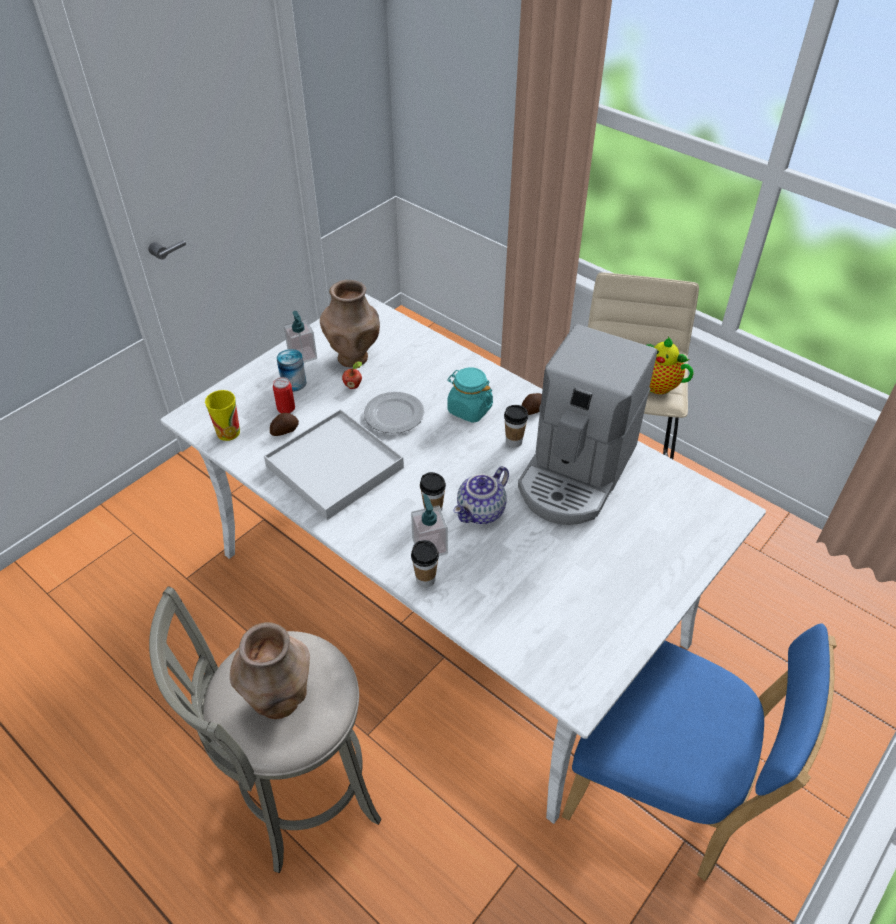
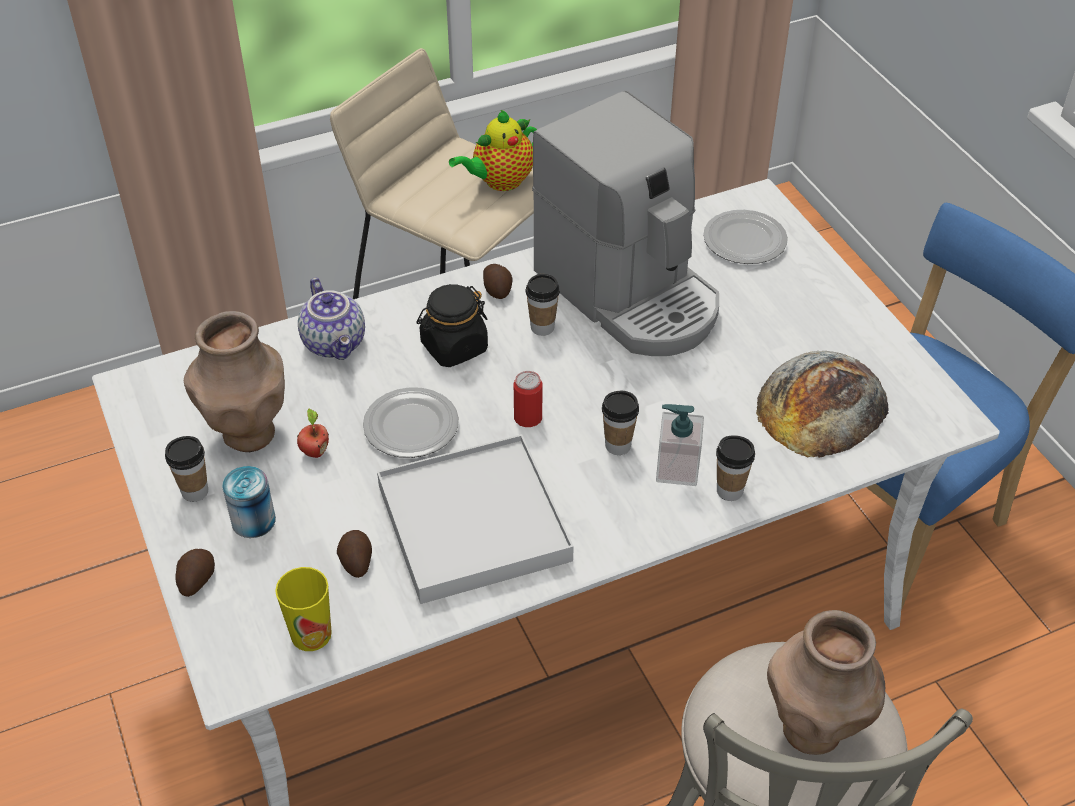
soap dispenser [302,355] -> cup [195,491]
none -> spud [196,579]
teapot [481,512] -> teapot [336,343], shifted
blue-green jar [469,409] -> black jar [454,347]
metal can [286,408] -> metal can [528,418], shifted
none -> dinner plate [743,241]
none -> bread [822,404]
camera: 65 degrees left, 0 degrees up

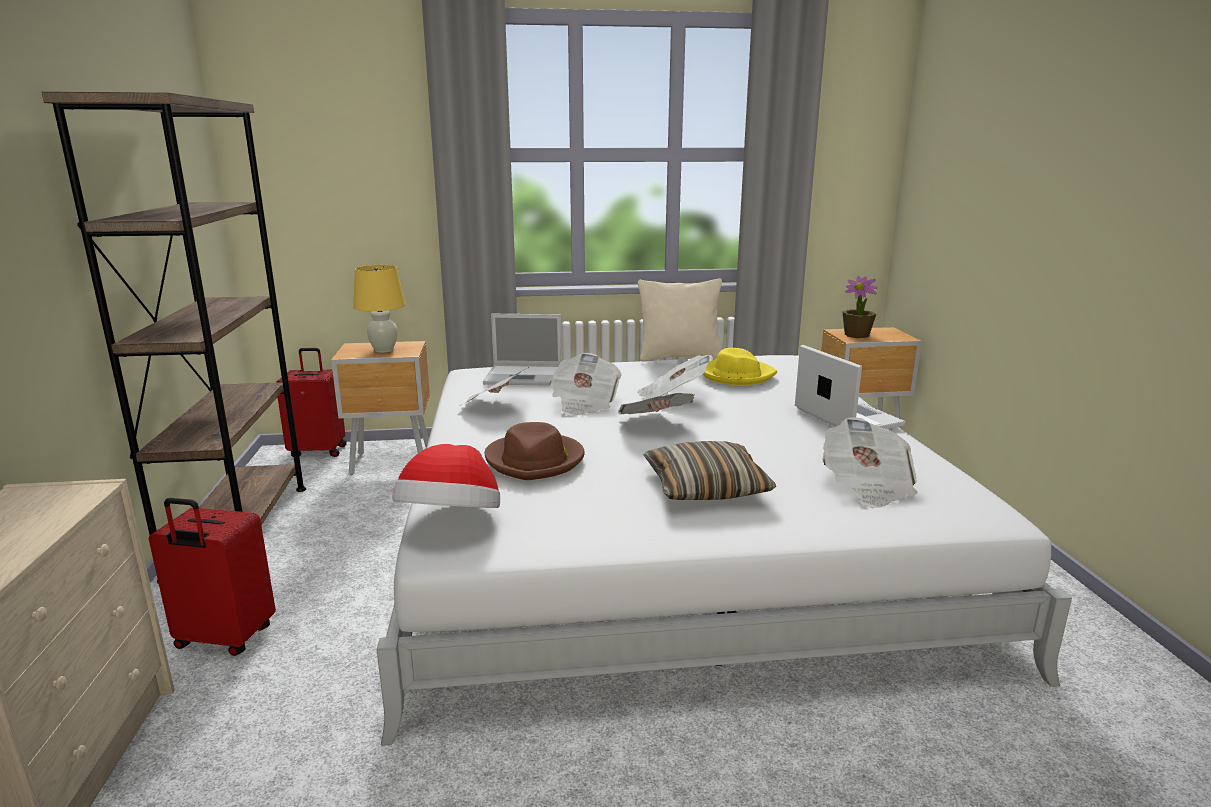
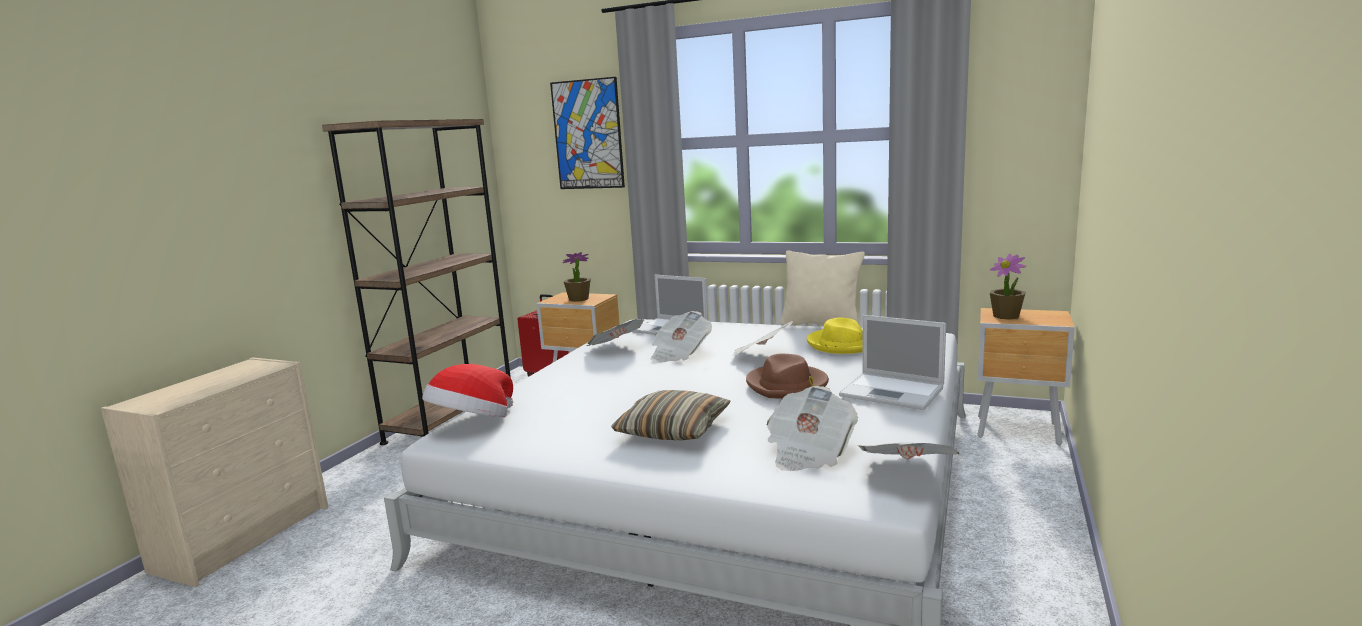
none -> picture [587,134]
yellowish tabletop lamp [384,350] -> houseplant [578,299]
brown wearable hat [535,460] -> brown wearable hat [787,385], shifted
notebook computer [846,416] -> notebook computer [894,392], 120 degrees clockwise
printed paper [655,425] -> printed paper [907,474], shifted
red piece of luggage [224,639] -> none
camera: 30 degrees right, 5 degrees down

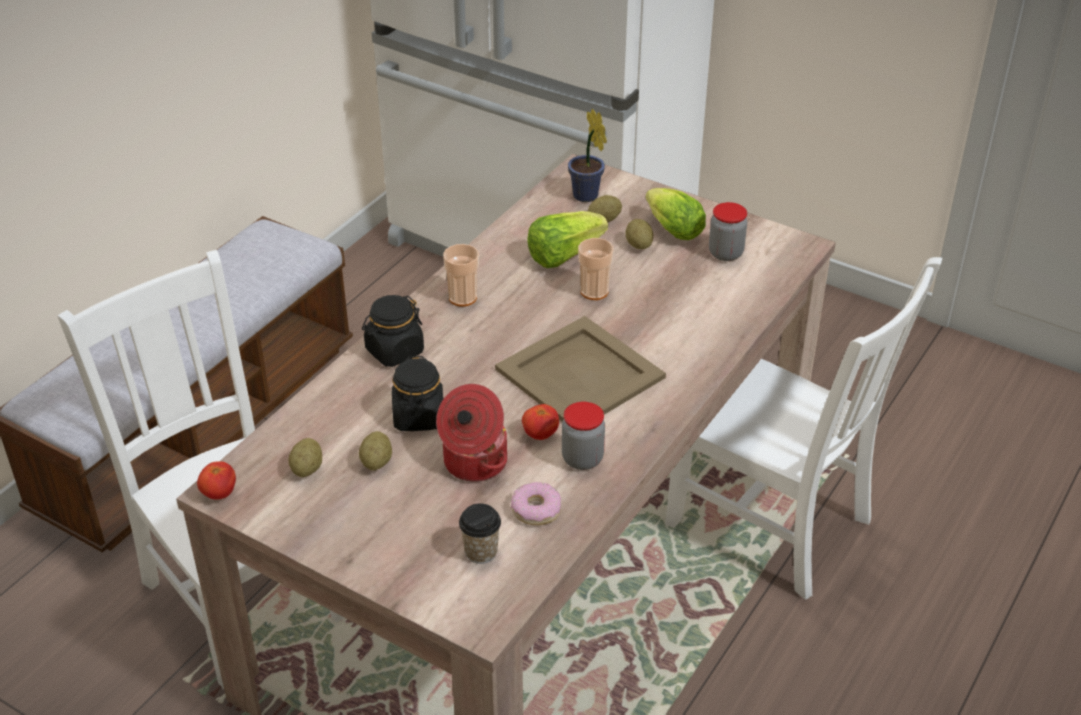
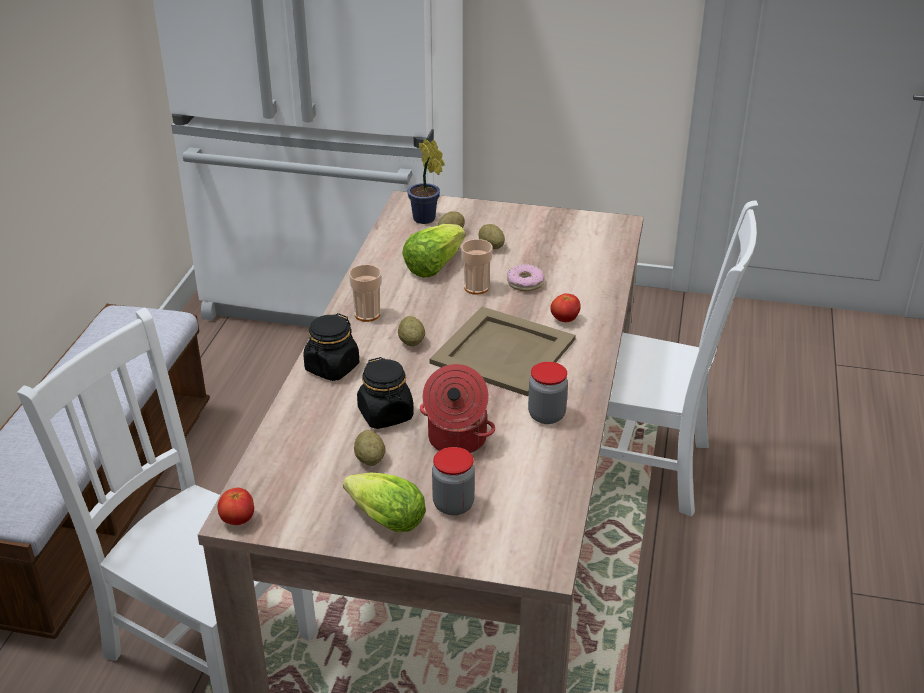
lettuce [671,229] -> lettuce [382,518], shifted
spud [307,469] -> spud [411,342], shifted
jar [725,253] -> jar [453,505], shifted
ring doughnut [536,509] -> ring doughnut [525,283], shifted
fresh tomato [540,434] -> fresh tomato [564,319], shifted
cup [481,552] -> none
camera: 20 degrees left, 5 degrees down

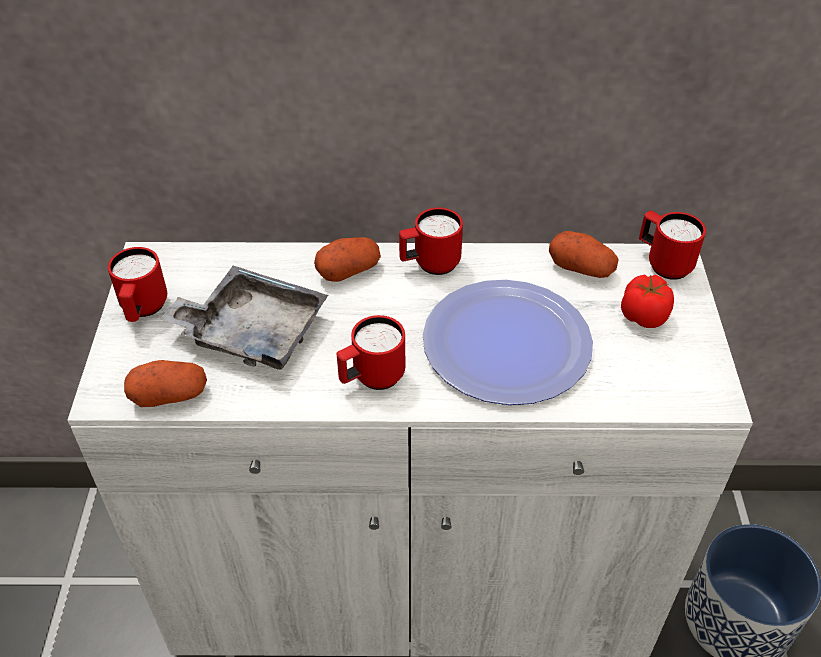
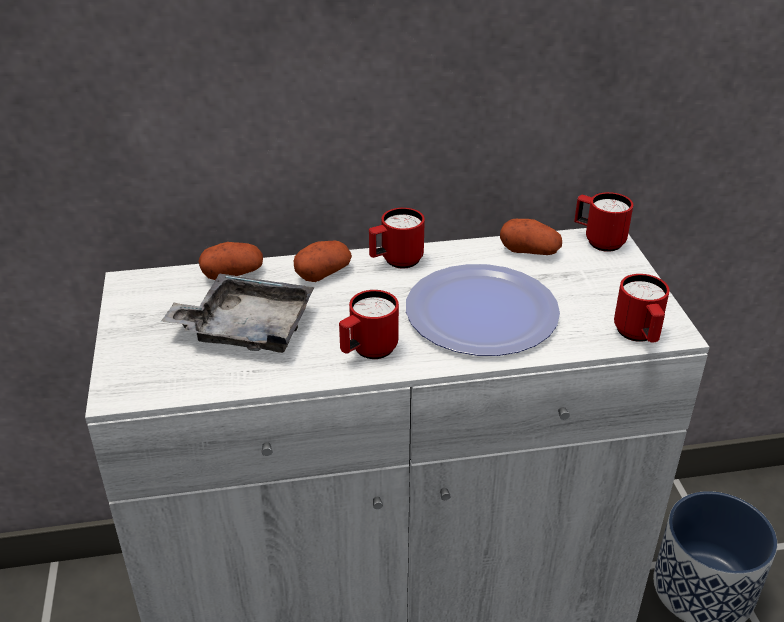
spud [169,395] -> spud [233,274], shifted
red coffee mug [143,310] -> red coffee mug [639,336], shifted
fresh tomato [644,315] -> none
camera: 10 degrees left, 10 degrees down

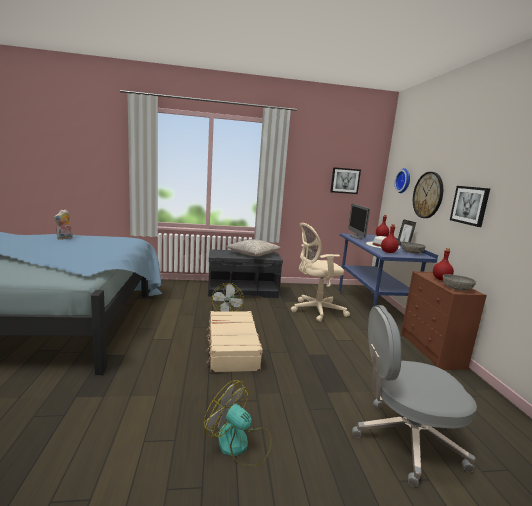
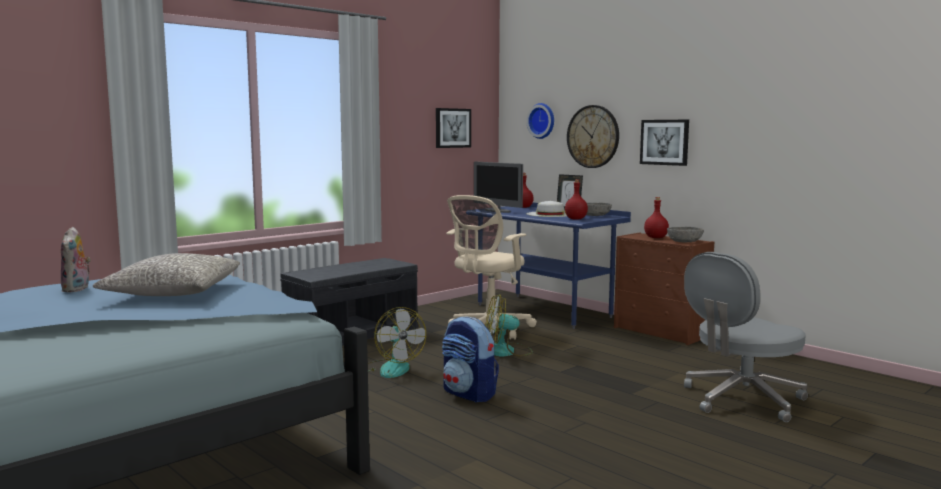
grey throw pillow [253,254] -> grey throw pillow [173,292], shifted
beige-coloured piece of luggage [231,348] -> rucksack [469,394]
cooling fan [240,444] -> cooling fan [506,351], shifted
camera: 35 degrees left, 5 degrees down

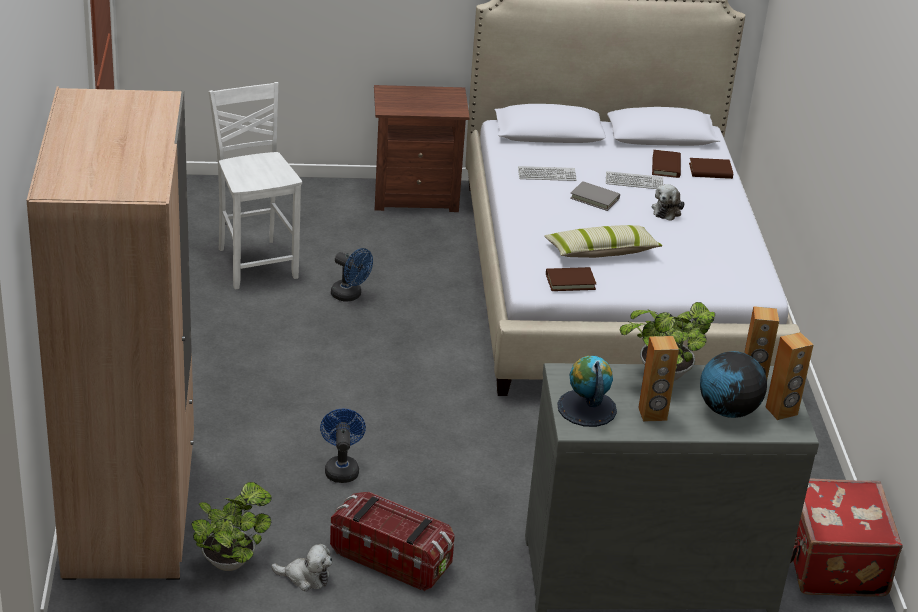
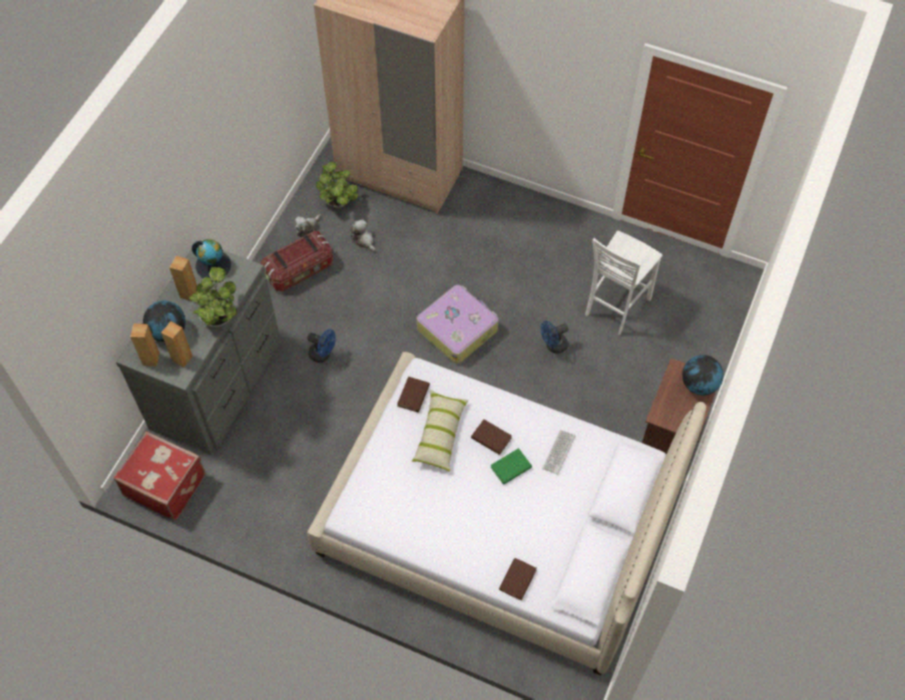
blue cooling fan [341,468] -> blue cooling fan [323,354], shifted
soft toy [667,210] -> soft toy [363,240], shifted
none -> piece of luggage [457,329]
brown book [666,166] -> brown book [491,438], shifted
grey book [594,198] -> greenish book [511,467]
white-coloured chair [256,262] -> white-coloured chair [615,307], 120 degrees clockwise
none -> globe [699,385]
PC keyboard [634,181] -> none
camera: 120 degrees right, 25 degrees up

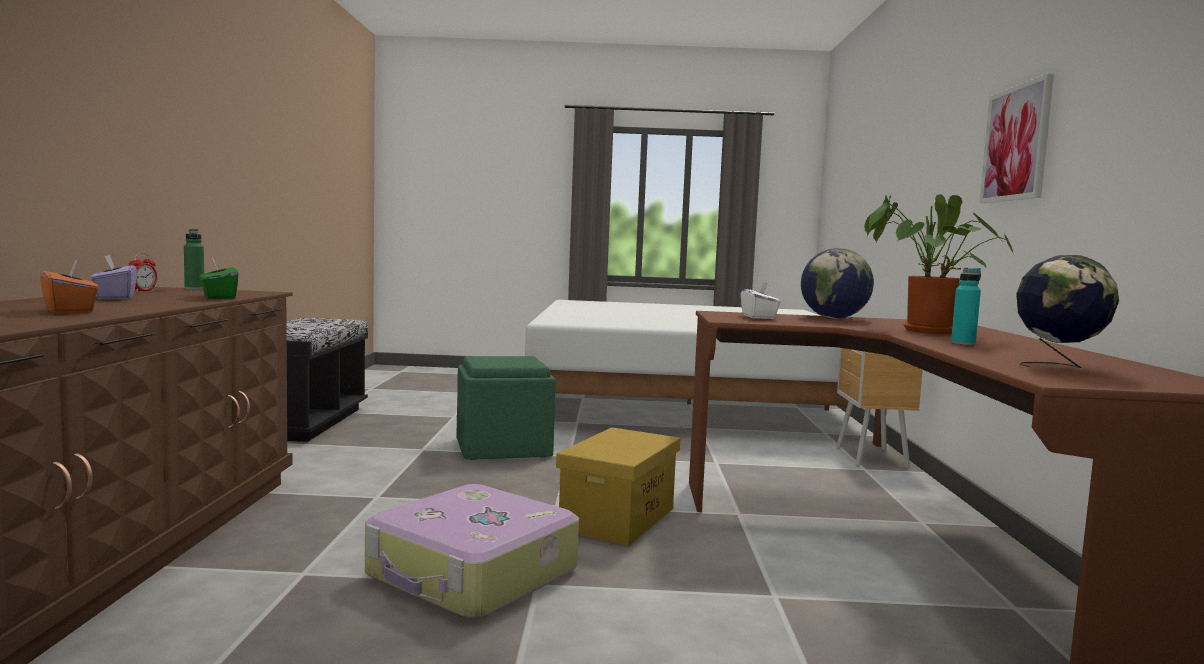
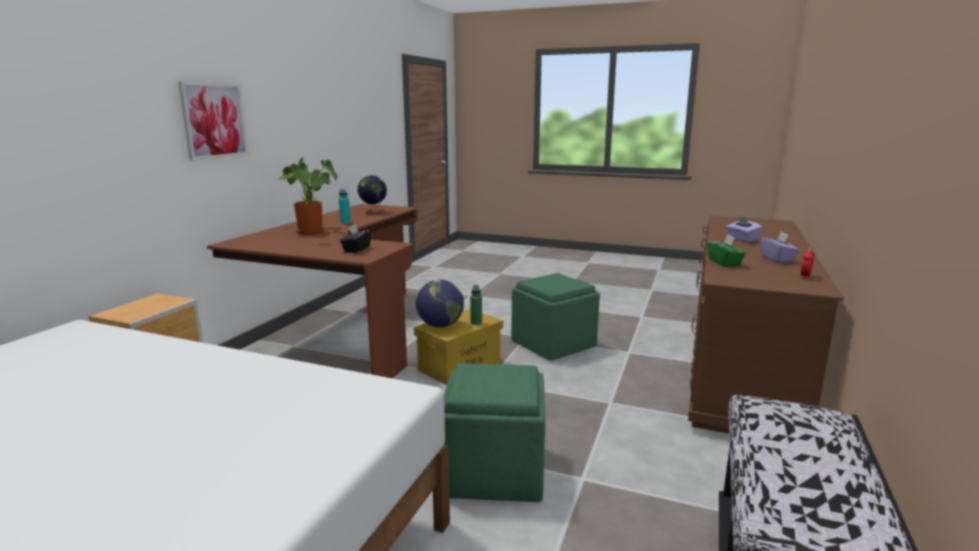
white-coloured tissue box [759,317] -> black tissue box [356,249]
globe [834,318] -> globe [440,325], shifted
greenish bottle [194,289] -> greenish bottle [476,323], shifted
piece of luggage [472,574] -> greenish ottoman [552,344]
orange tissue box [70,311] -> purple-coloured tissue box [741,239]
camera: 160 degrees left, 10 degrees up

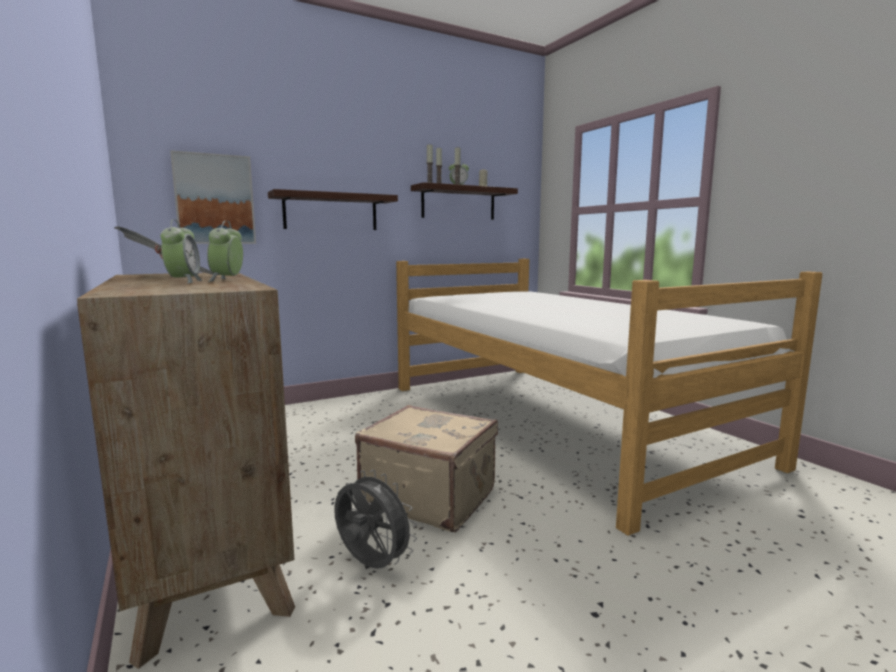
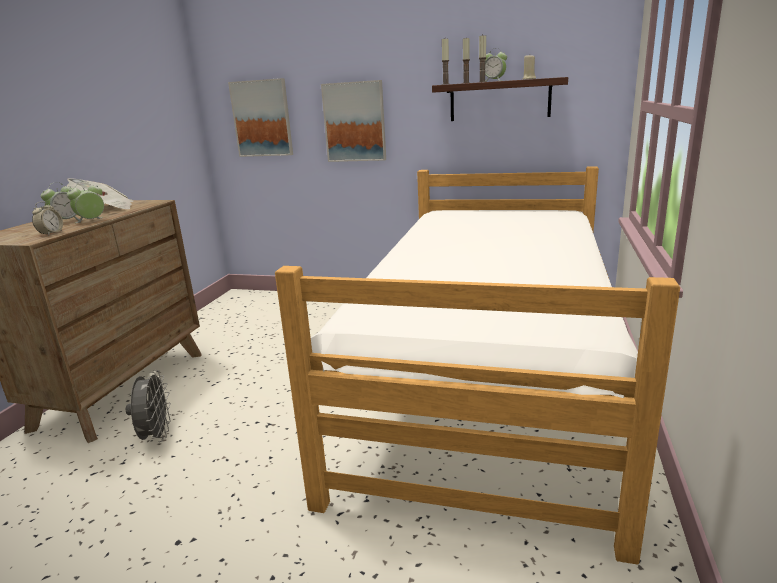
none -> alarm clock [51,233]
shelf [331,212] -> picture [354,122]
beige-coloured piece of luggage [429,496] -> none
camera: 45 degrees right, 10 degrees up

